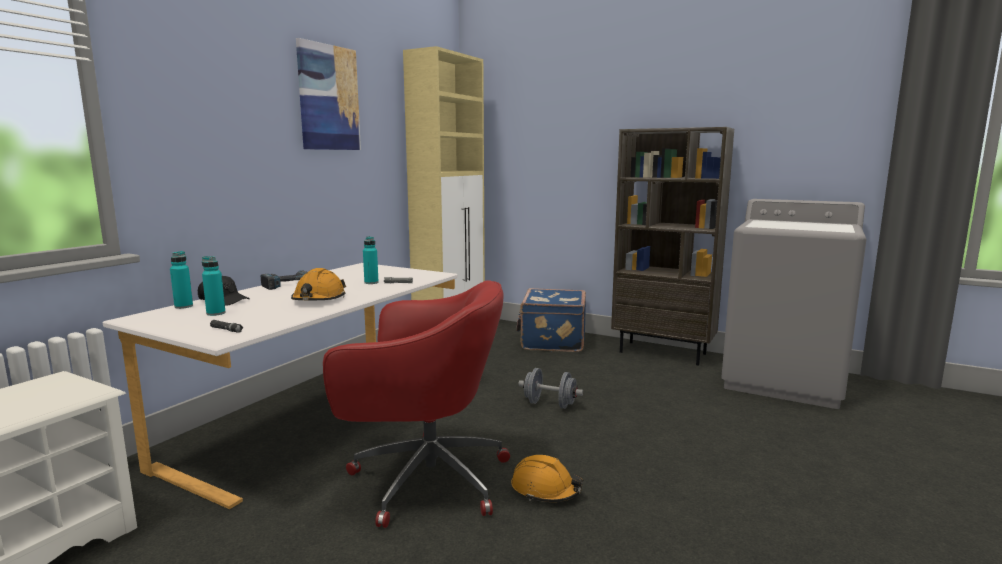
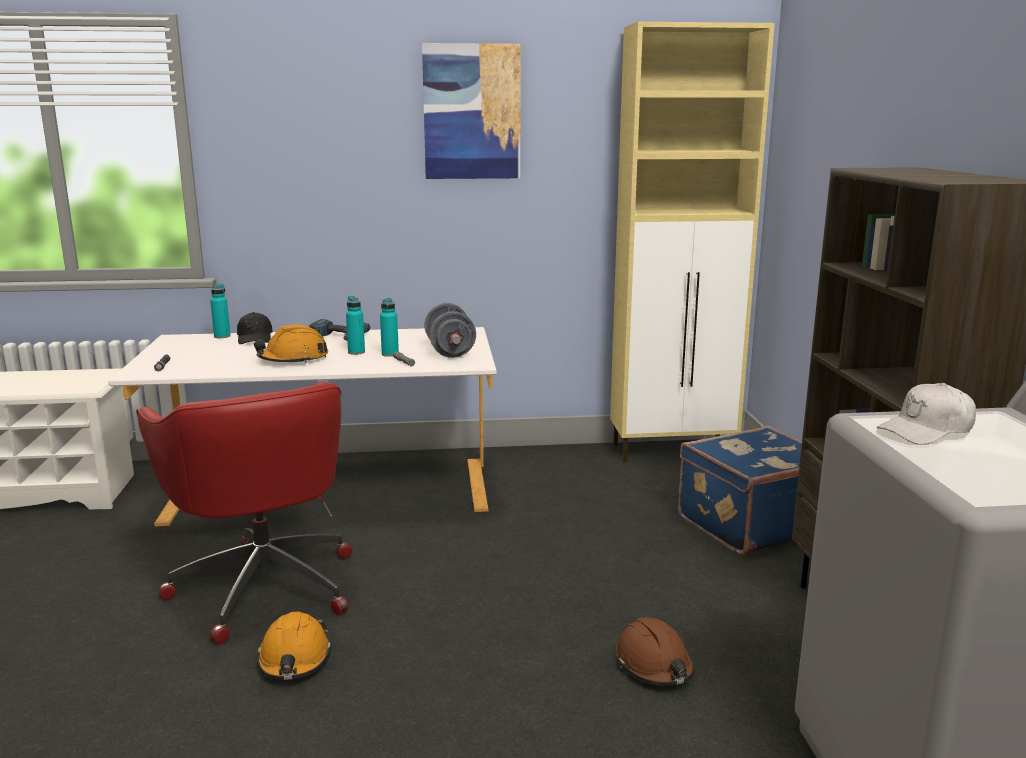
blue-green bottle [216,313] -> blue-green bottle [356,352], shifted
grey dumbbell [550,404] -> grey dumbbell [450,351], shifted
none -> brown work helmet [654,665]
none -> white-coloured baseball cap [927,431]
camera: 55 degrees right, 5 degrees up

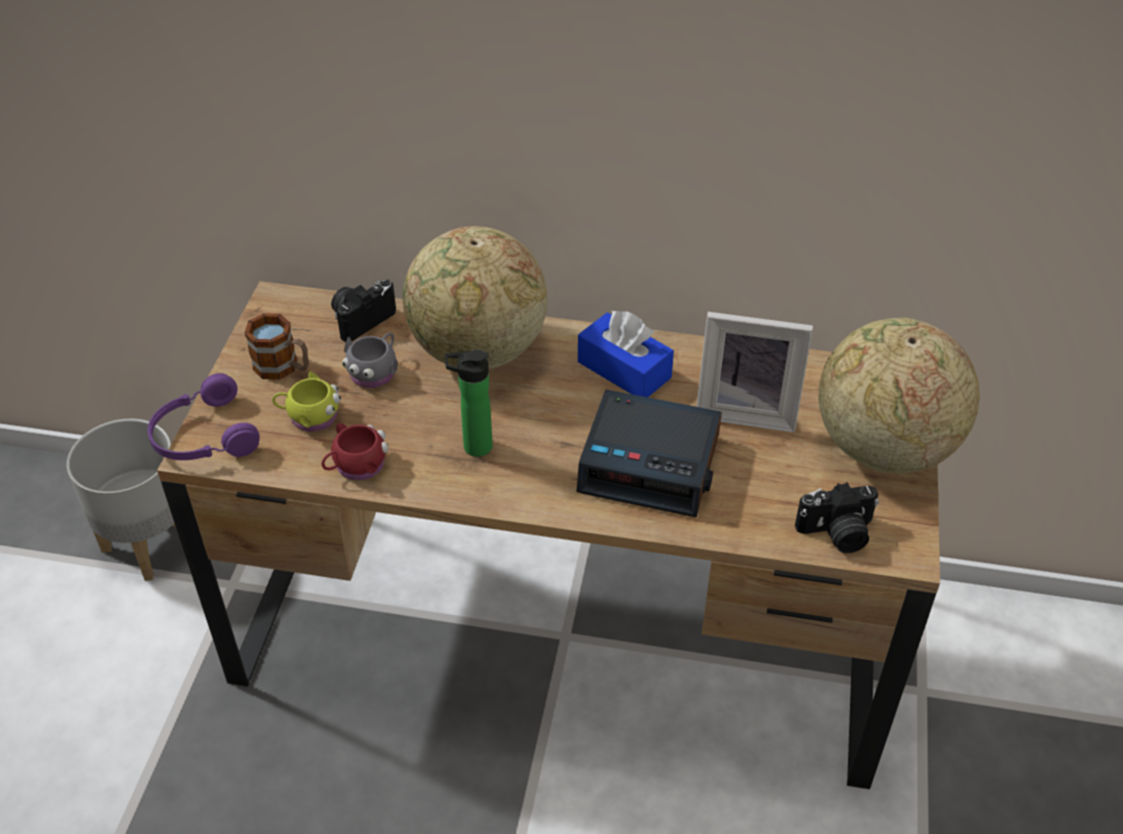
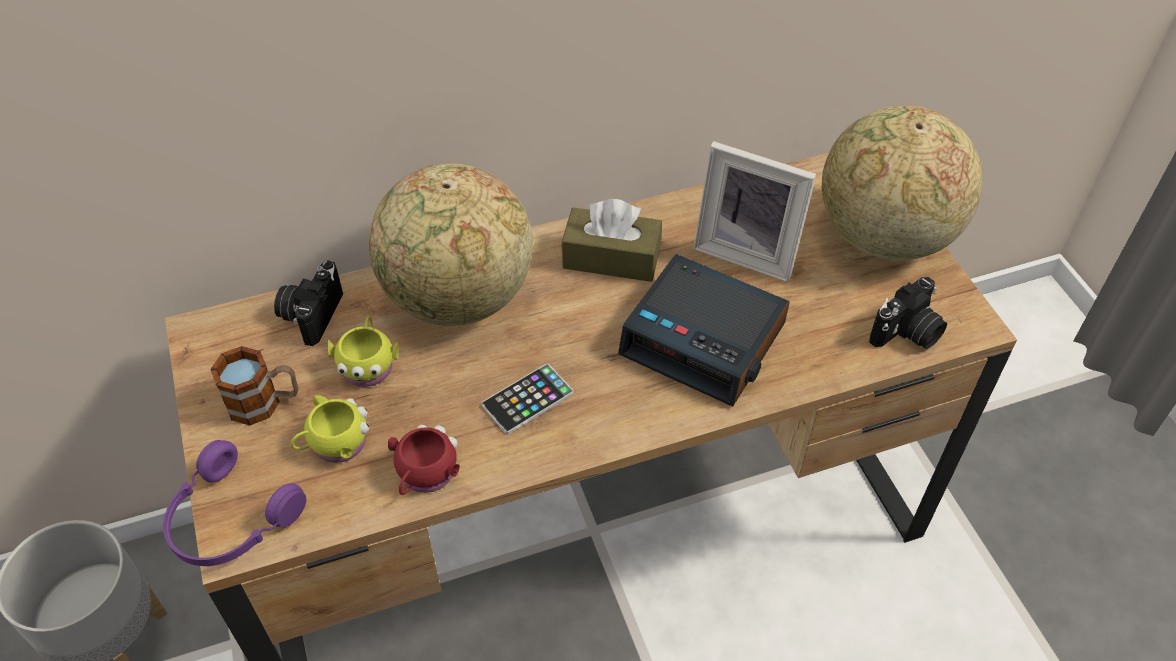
grey coffee mug [375,371] -> yellowish coffee mug [368,364]
bottle [473,447] -> phone [527,399]
blue tissue box [624,370] -> brown tissue box [611,258]
alarm clock [651,463] -> alarm clock [705,340], 45 degrees clockwise
standing frame [746,410] -> standing frame [748,251], 45 degrees clockwise
camera: 30 degrees left, 5 degrees up

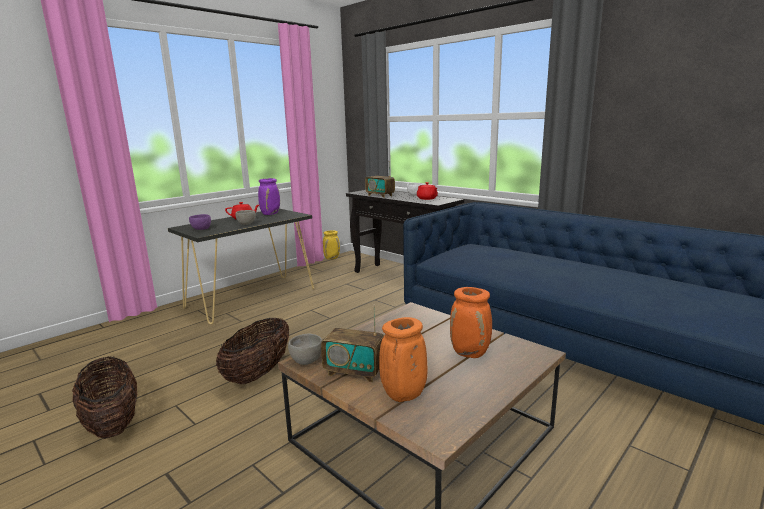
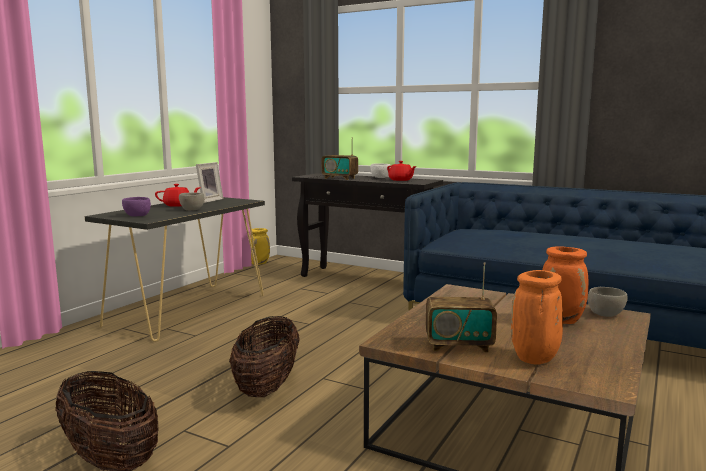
purple-coloured flower vase [270,214] -> standing frame [208,200]
grey bowl [306,360] -> grey bowl [605,313], shifted
camera: 15 degrees left, 5 degrees down

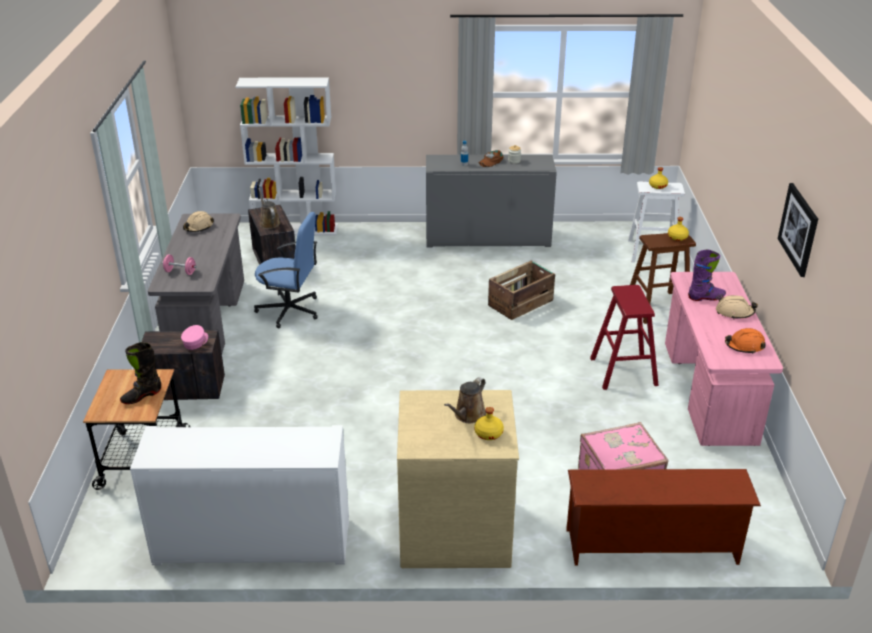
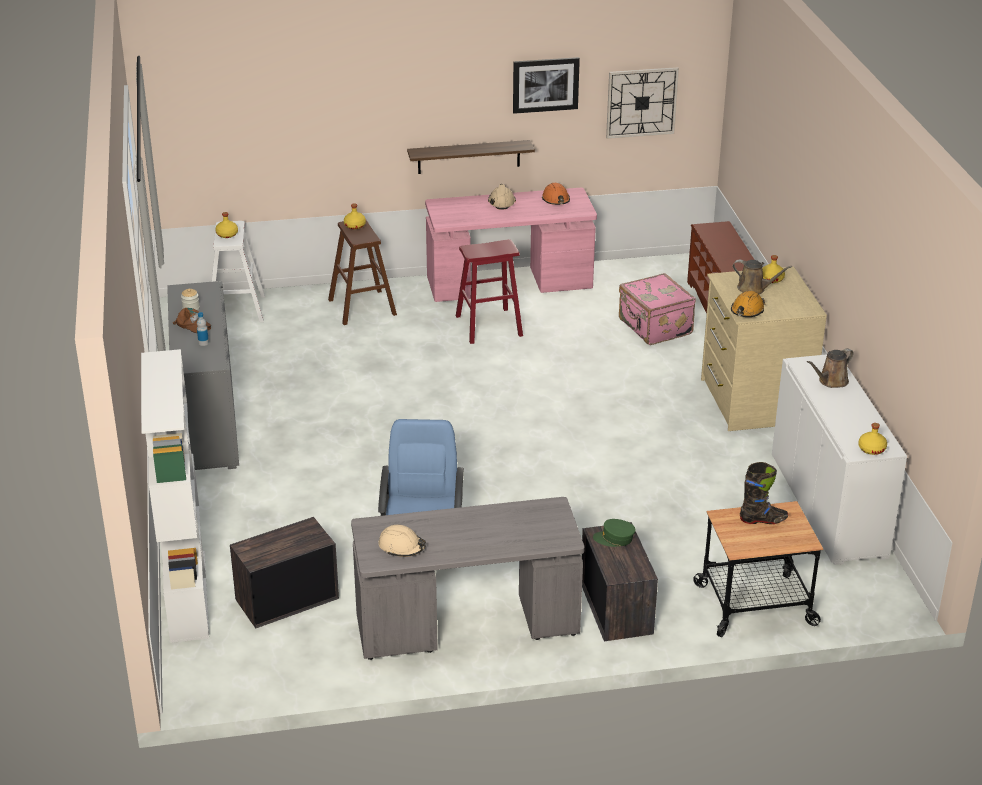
none -> shelf [469,157]
pink baseball cap [195,342] -> greenish baseball cap [614,539]
none -> wall clock [641,102]
none -> orange work helmet [747,311]
black boot [141,396] -> black boot [763,520], 45 degrees counterclockwise
brown watering pot [269,223] -> brown watering pot [831,381], shifted
none -> yellowish bottle [871,449]
pink dumbbell [180,272] -> none
crate [521,303] -> none
purple-coloured boot [706,298] -> none
camera: 100 degrees left, 0 degrees up

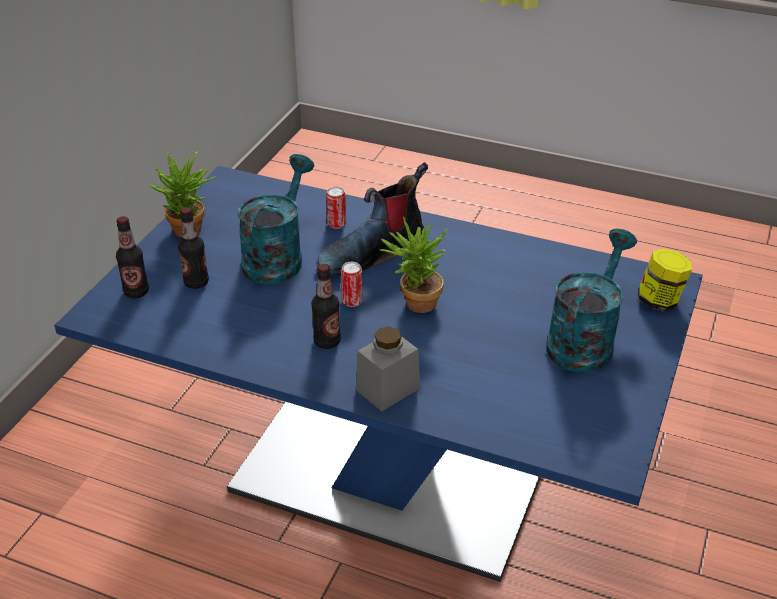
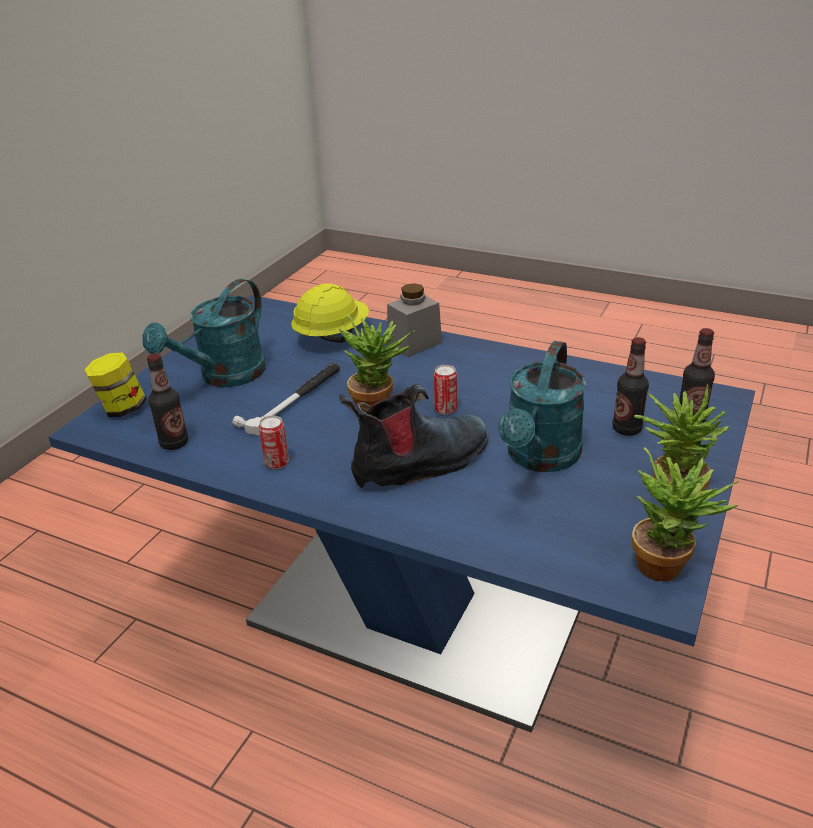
bottle [327,342] -> bottle [174,443], shifted
none -> hammer [296,401]
metal can [336,224] -> metal can [277,463], shifted
none -> yellowish work helmet [332,336]
none -> houseplant [668,566]
camera: 175 degrees left, 5 degrees down

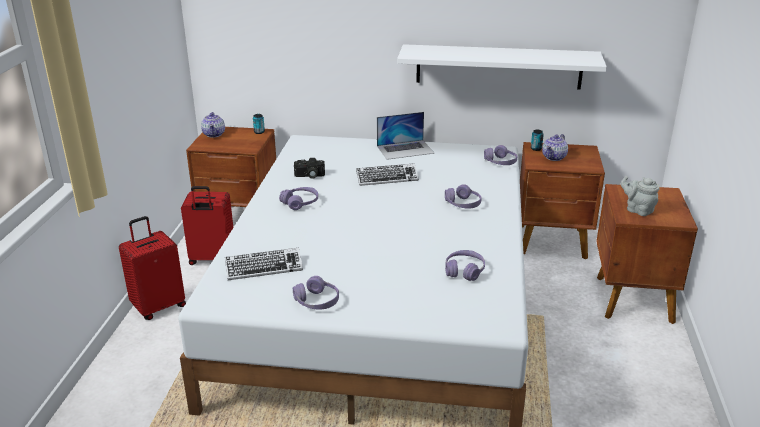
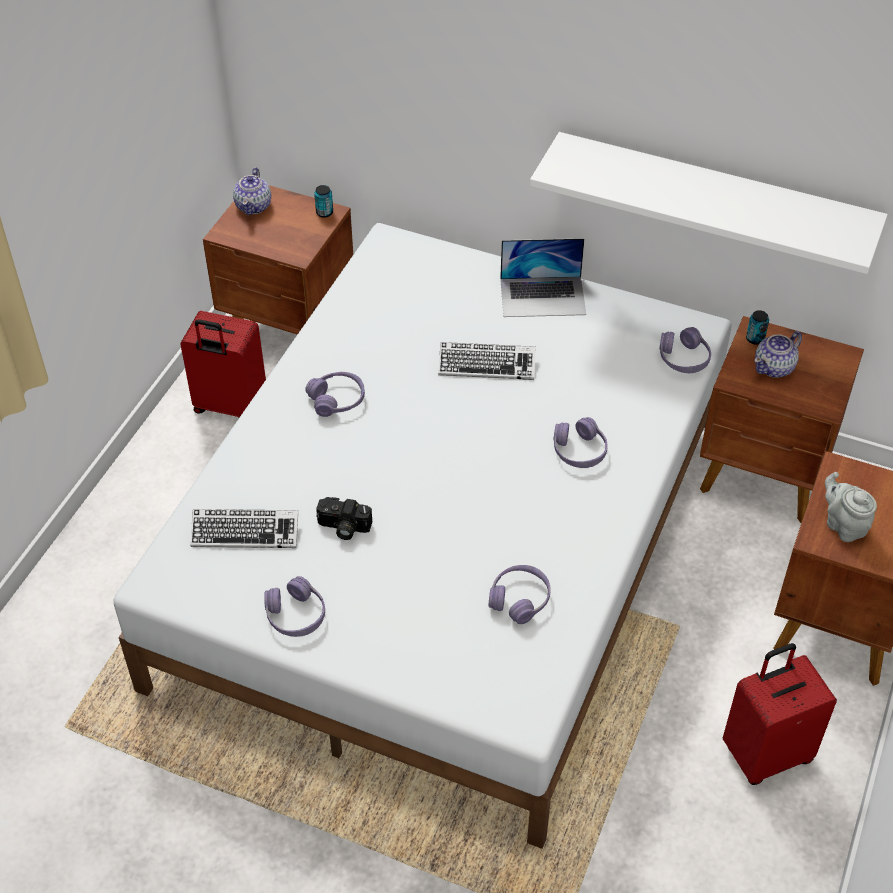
photo camera [309,176] -> photo camera [343,527], shifted
red piece of luggage [158,306] -> red piece of luggage [766,753], shifted
camera: 15 degrees right, 20 degrees up

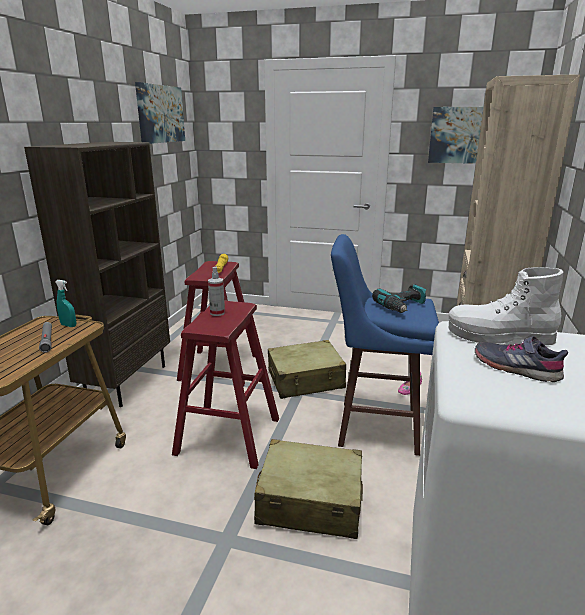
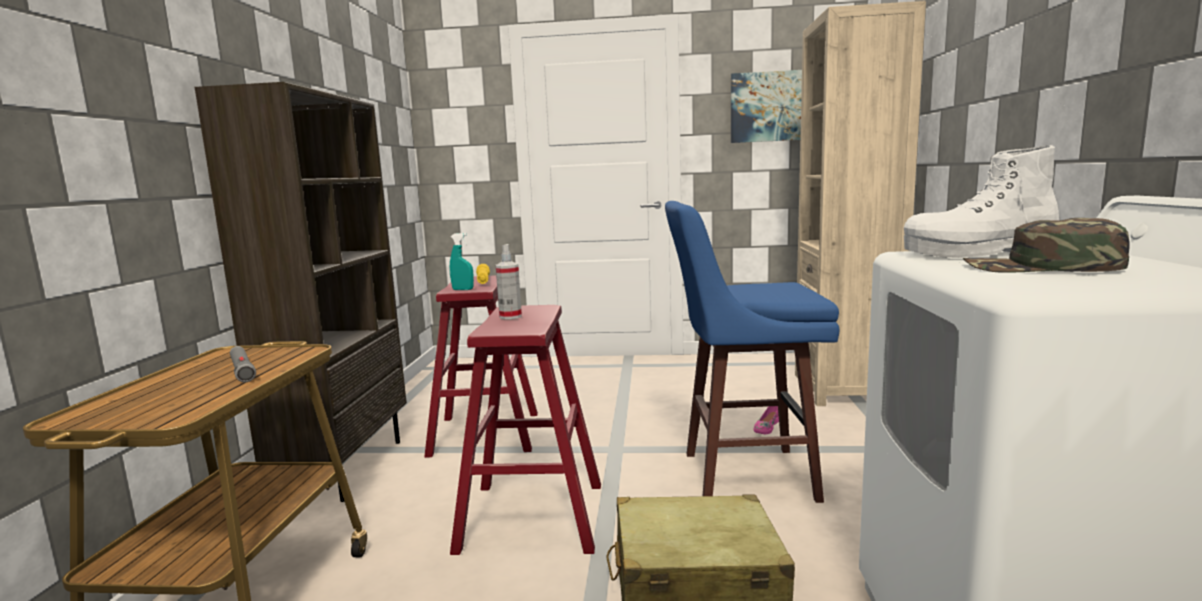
blue-green sprayer [68,325] -> blue-green sprayer [463,289], shifted
grey low shoe [516,368] -> greenish baseball cap [1041,268]
picture [160,114] -> none
beige-coloured piece of luggage [306,380] -> none
drill [403,307] -> none
camera: 10 degrees left, 10 degrees down

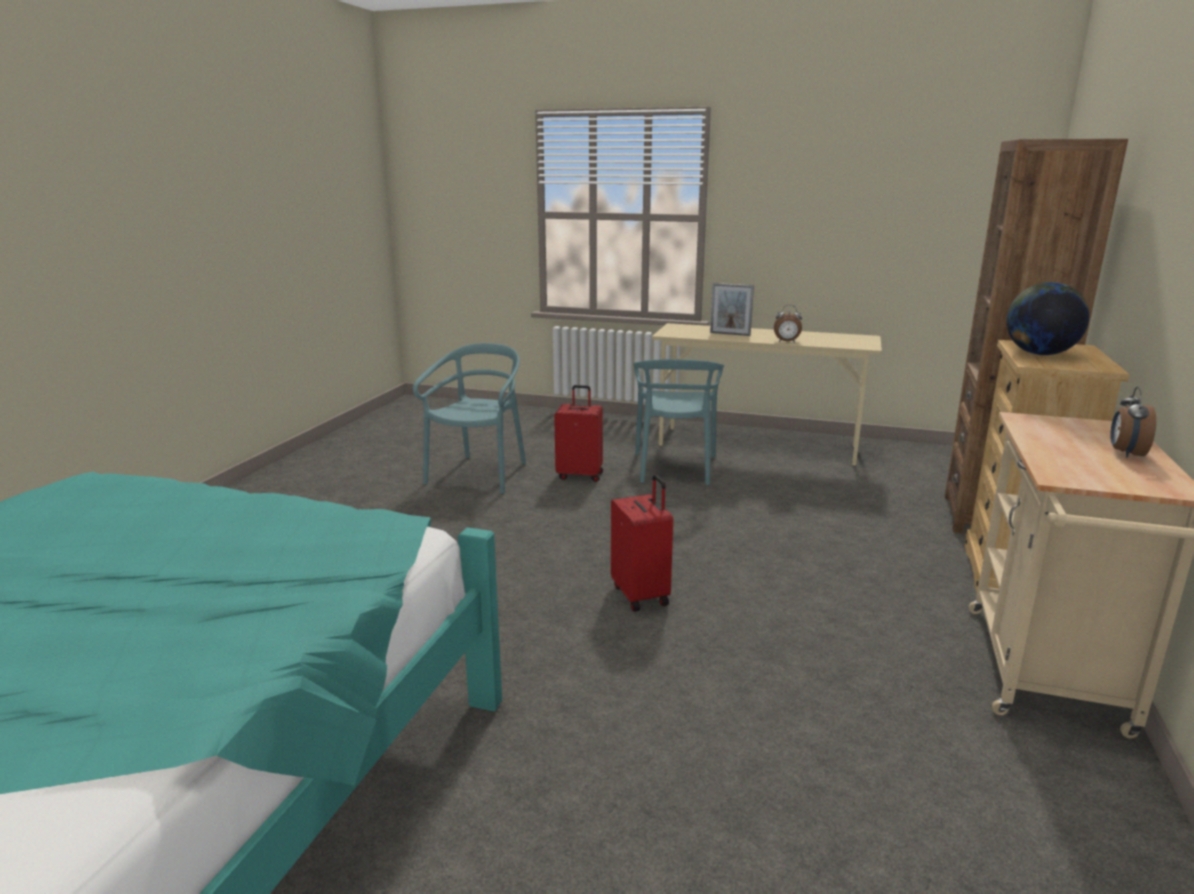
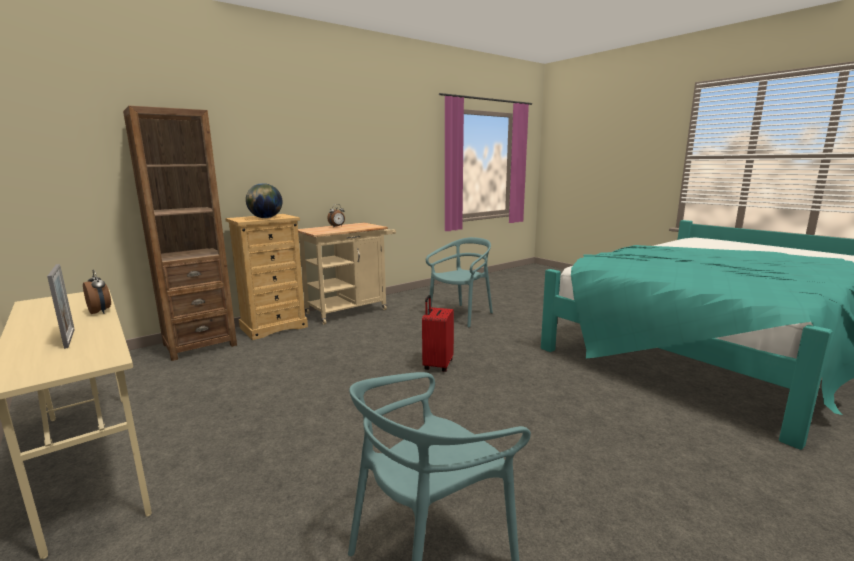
blue-green chair [674,468] -> blue-green chair [461,315], shifted
red piece of luggage [580,475] -> none
camera: 145 degrees left, 5 degrees down

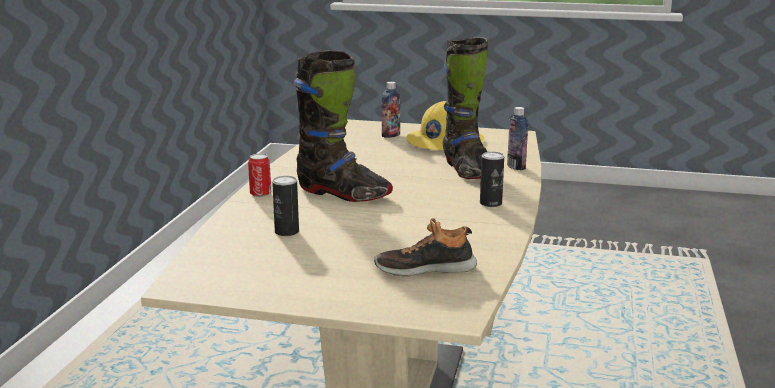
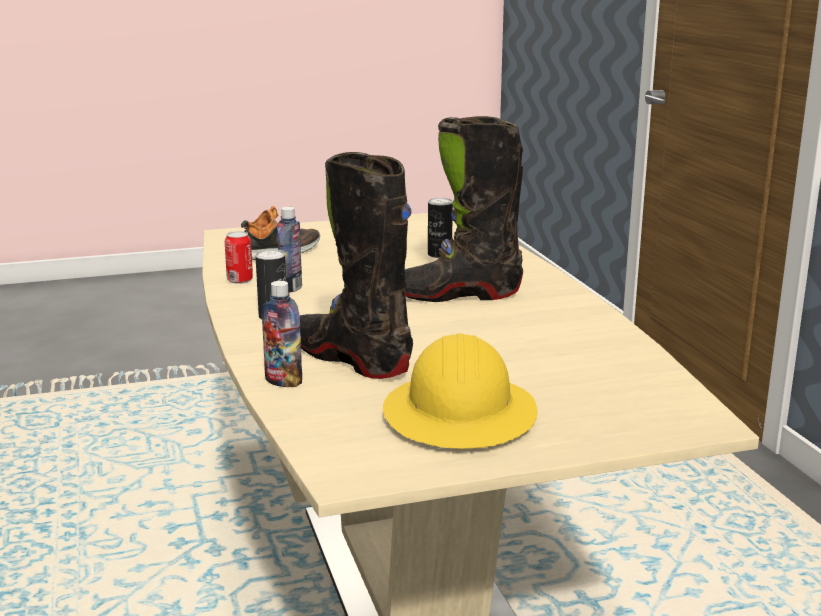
metal can [260,194] -> metal can [240,280], shifted
bottle [391,135] -> bottle [291,288], shifted
camera: 150 degrees right, 0 degrees up

